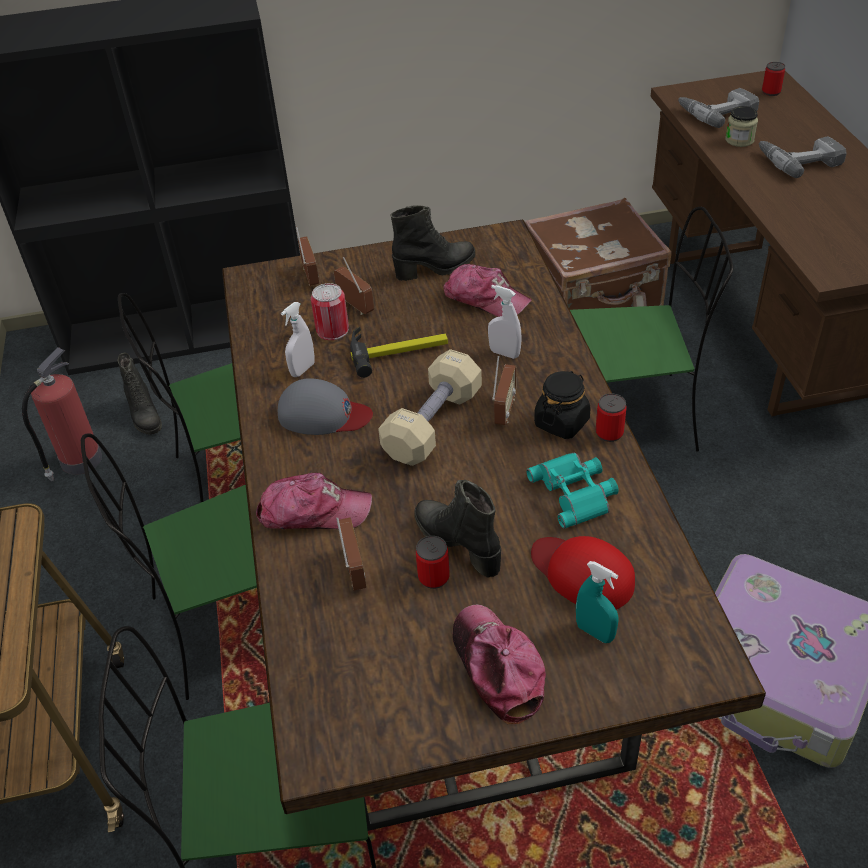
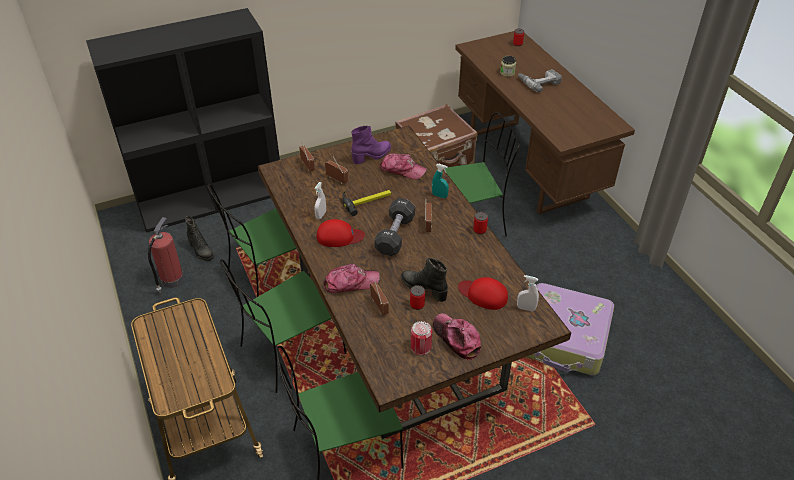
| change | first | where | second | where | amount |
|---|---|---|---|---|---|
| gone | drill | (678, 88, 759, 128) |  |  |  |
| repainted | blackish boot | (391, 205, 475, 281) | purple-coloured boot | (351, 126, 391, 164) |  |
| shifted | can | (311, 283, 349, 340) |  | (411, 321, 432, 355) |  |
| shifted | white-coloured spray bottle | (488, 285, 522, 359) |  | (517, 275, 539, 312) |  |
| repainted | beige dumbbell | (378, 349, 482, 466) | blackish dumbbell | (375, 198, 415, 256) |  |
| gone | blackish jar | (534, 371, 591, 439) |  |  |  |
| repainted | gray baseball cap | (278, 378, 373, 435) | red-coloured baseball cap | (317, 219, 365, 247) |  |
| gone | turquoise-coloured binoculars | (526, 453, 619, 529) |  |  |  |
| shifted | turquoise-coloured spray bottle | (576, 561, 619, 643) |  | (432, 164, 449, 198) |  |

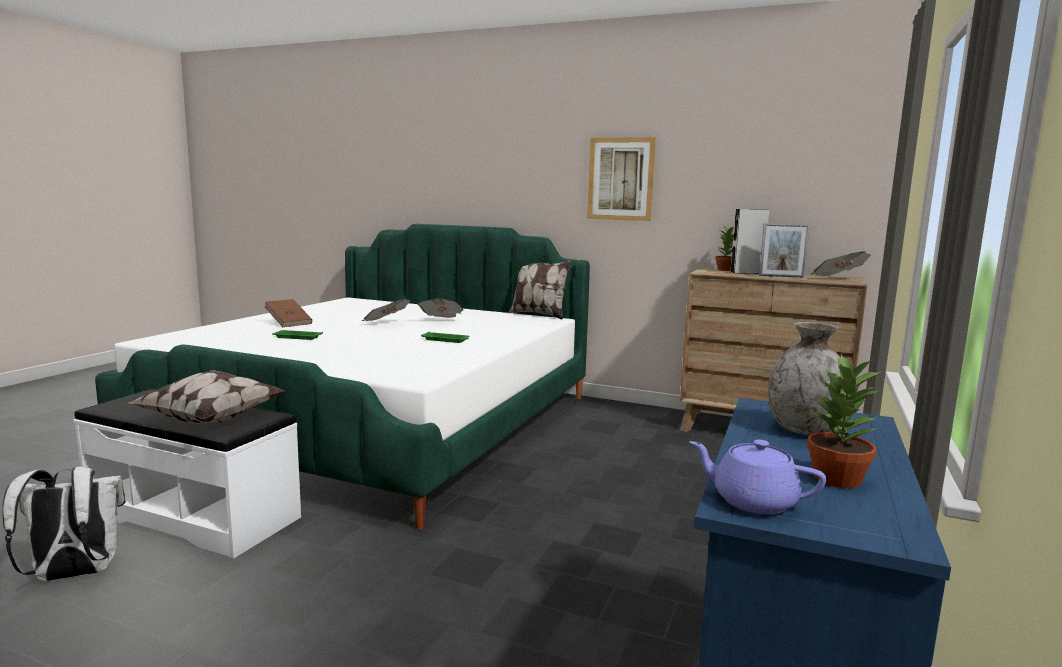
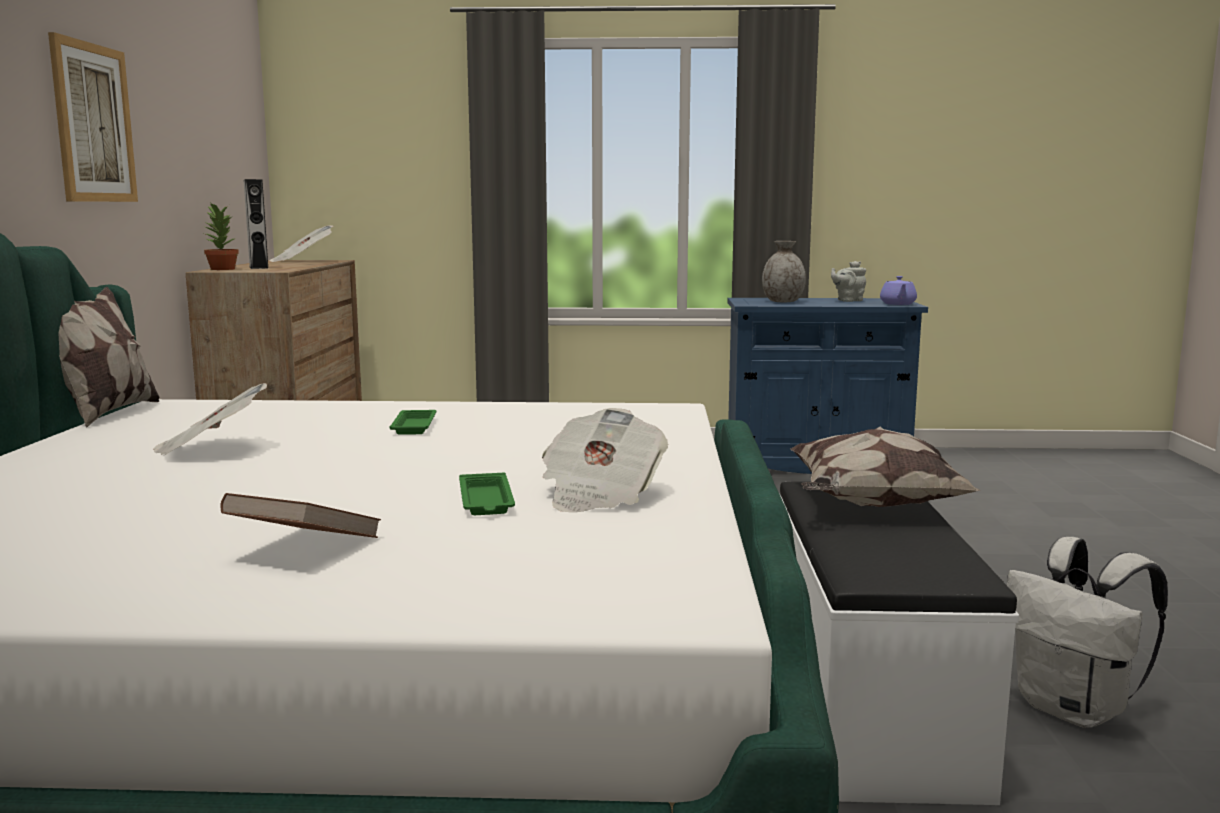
| change | first | where | second | where | amount |
|---|---|---|---|---|---|
| gone | photo frame | (759, 223, 810, 278) |  |  |  |
| shifted | printed paper | (362, 299, 410, 321) |  | (542, 408, 668, 513) |  |
| swapped | potted plant | (807, 354, 881, 488) | gray teapot | (831, 261, 866, 302) |  |

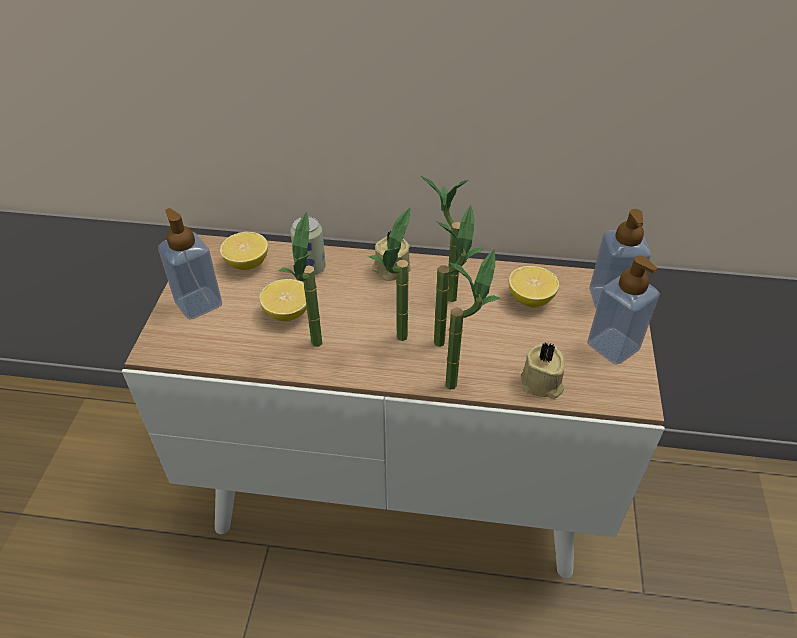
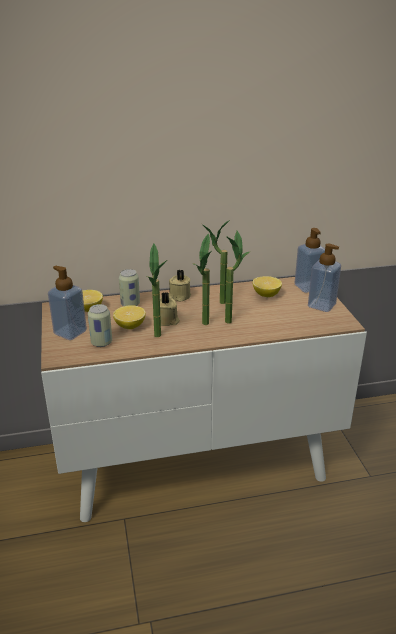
| change | first | where | second | where | amount |
|---|---|---|---|---|---|
| gone | potted plant | (445, 249, 500, 390) |  |  |  |
| shifted | beige wax candle | (521, 342, 565, 399) |  | (160, 292, 180, 326) |  |
| new |  |  | can | (88, 304, 112, 347) |  |

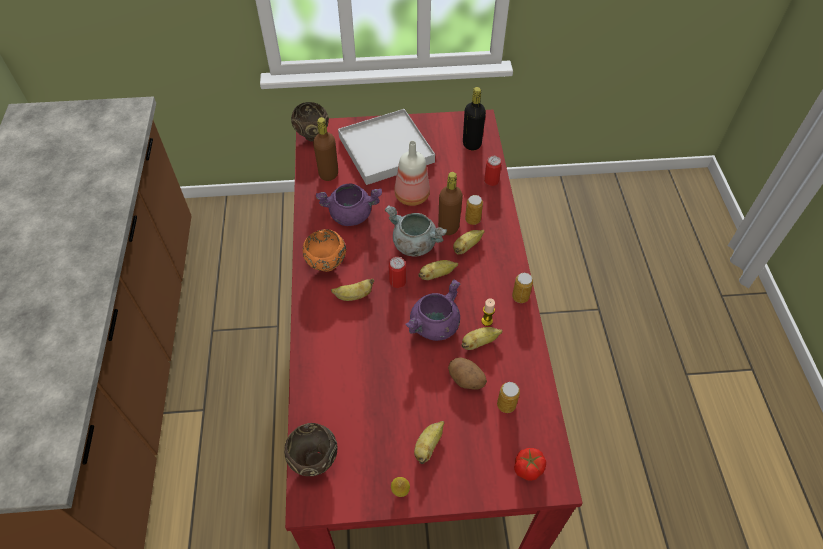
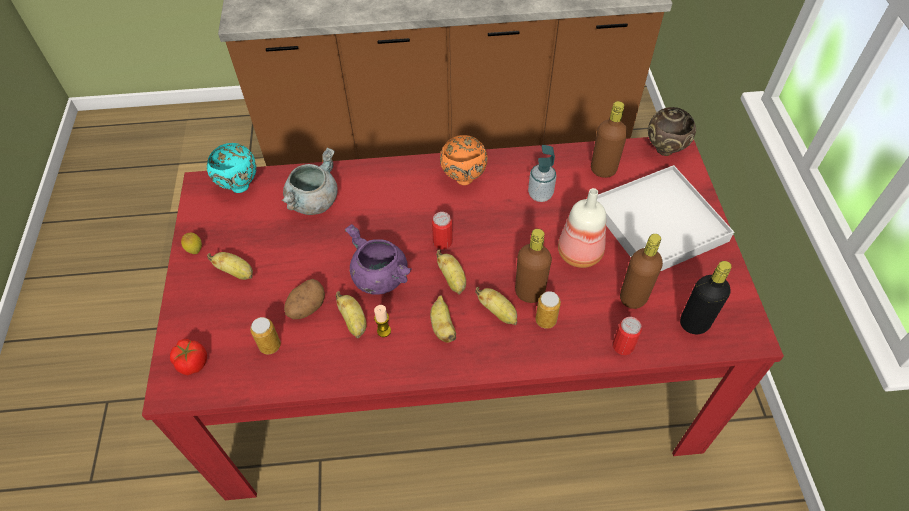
| change | first | where | second | where | amount |
|---|---|---|---|---|---|
| swapped | purple-coloured saucepot | (316, 184, 382, 226) | soap bottle | (528, 145, 556, 202) |  |
| shifted | gray saucepot | (385, 205, 447, 257) |  | (282, 148, 338, 215) |  |
| gone | can | (512, 273, 533, 303) |  |  |  |
| shifted | whole banana | (331, 279, 374, 301) |  | (430, 295, 456, 342) |  |
| repainted | brownish bowl | (284, 423, 338, 476) | turquoise-coloured bowl | (207, 143, 257, 193) |  |
| new |  |  | brownish drink bottle | (620, 234, 663, 309) |  |

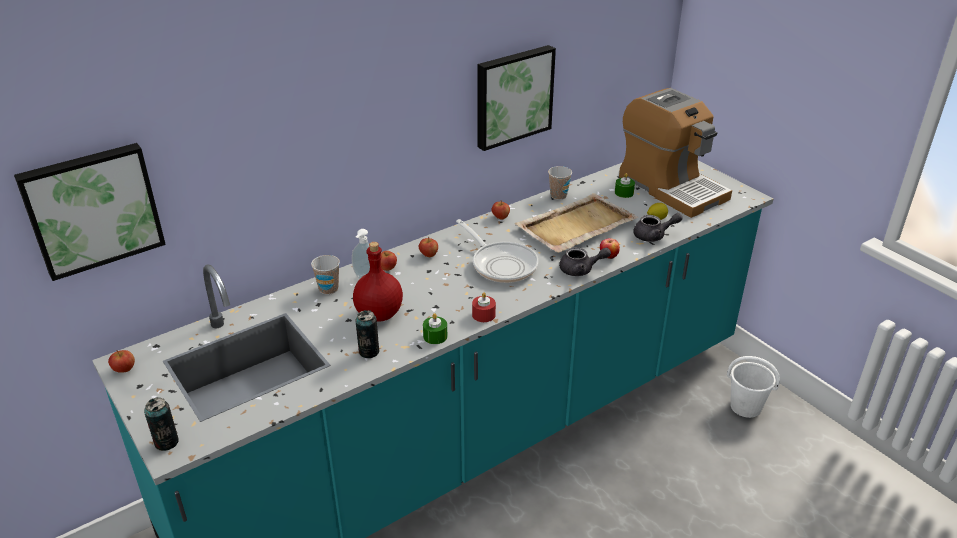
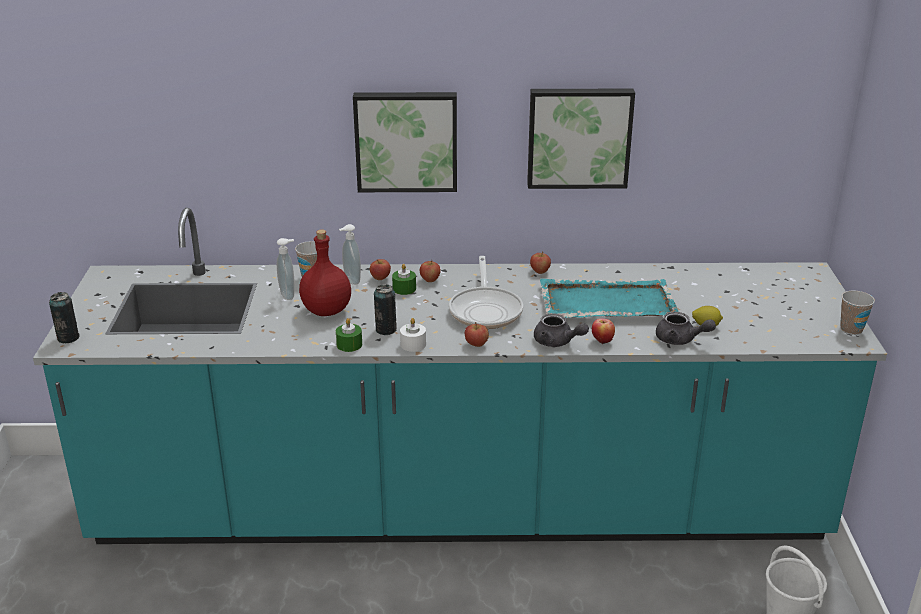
| change | first | where | second | where | amount |
|---|---|---|---|---|---|
| gone | coffee maker | (619, 88, 732, 218) |  |  |  |
| shifted | picture | (14, 143, 166, 281) |  | (353, 92, 457, 192) |  |
| shifted | small cup | (548, 166, 572, 200) |  | (840, 291, 875, 335) |  |
| shifted | green wax candle | (615, 173, 635, 198) |  | (392, 264, 416, 295) |  |
| repainted | beige serving tray | (515, 193, 638, 253) | turquoise-coloured serving tray | (540, 279, 679, 318) |  |
| repainted | red-coloured wax candle | (472, 292, 496, 322) | white-coloured wax candle | (400, 318, 426, 352) |  |
| shifted | can | (355, 310, 380, 358) |  | (374, 285, 397, 335) |  |
| shifted | whole apple | (108, 350, 135, 373) |  | (465, 322, 489, 347) |  |
| new |  |  | soap bottle | (277, 238, 294, 300) |  |

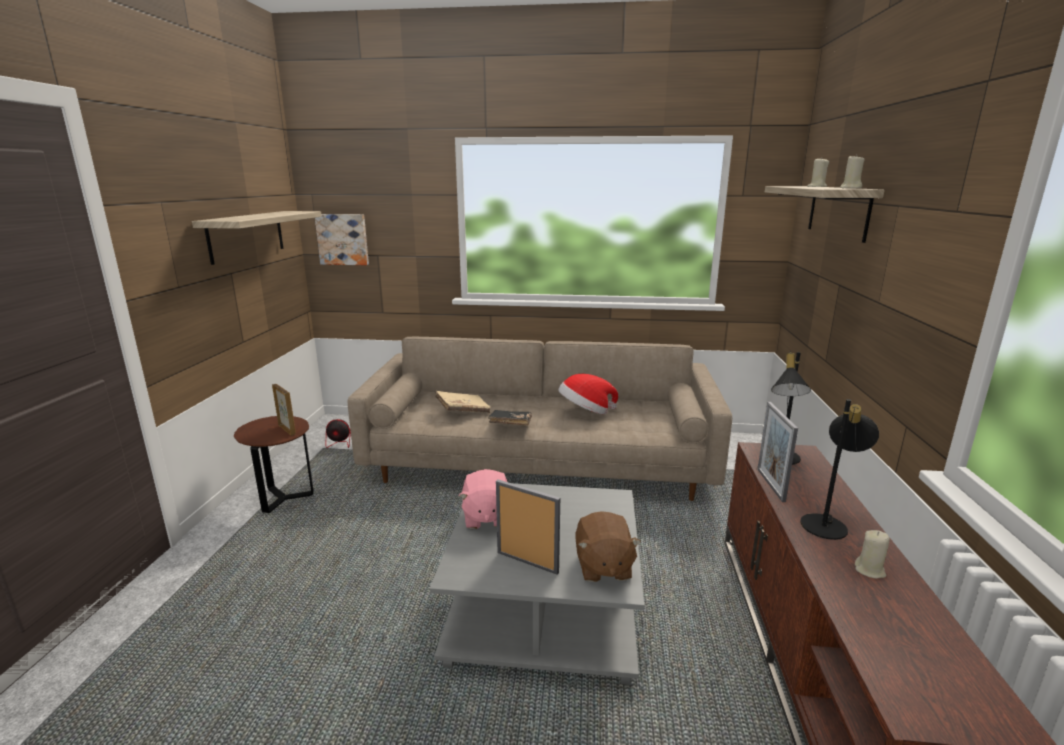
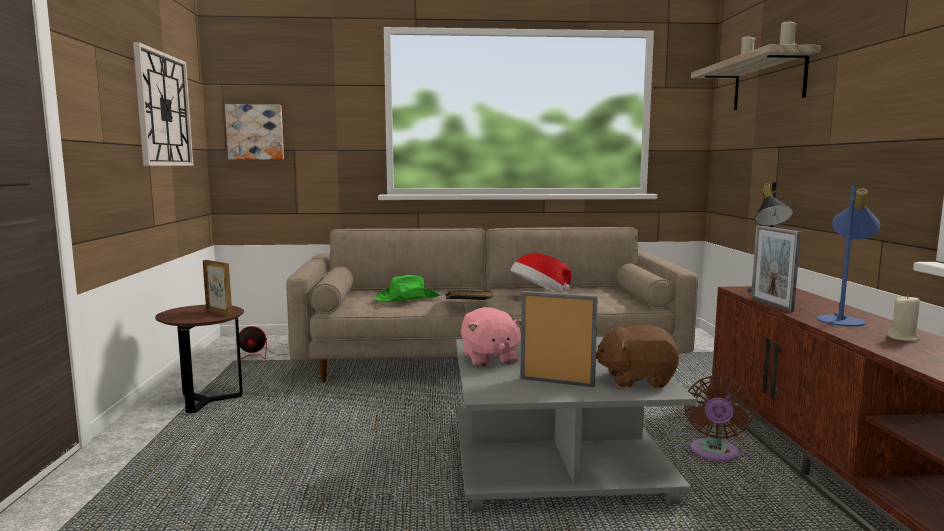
| change | first | where | second | where | amount |
|---|---|---|---|---|---|
| swapped | bracket shelf | (192, 211, 322, 265) | wall clock | (133, 42, 193, 166) |  |
| swapped | beige volume | (435, 391, 491, 413) | green hat | (374, 275, 440, 302) |  |
| repainted | blackish tabletop lamp | (800, 399, 879, 540) | bluish tabletop lamp | (817, 186, 881, 327) |  |
| rotated | brownish cuddly toy | (575, 511, 641, 582) |  | (596, 325, 679, 388) | 105 degrees clockwise |
| new |  |  | brownish fan | (685, 376, 754, 461) |  |

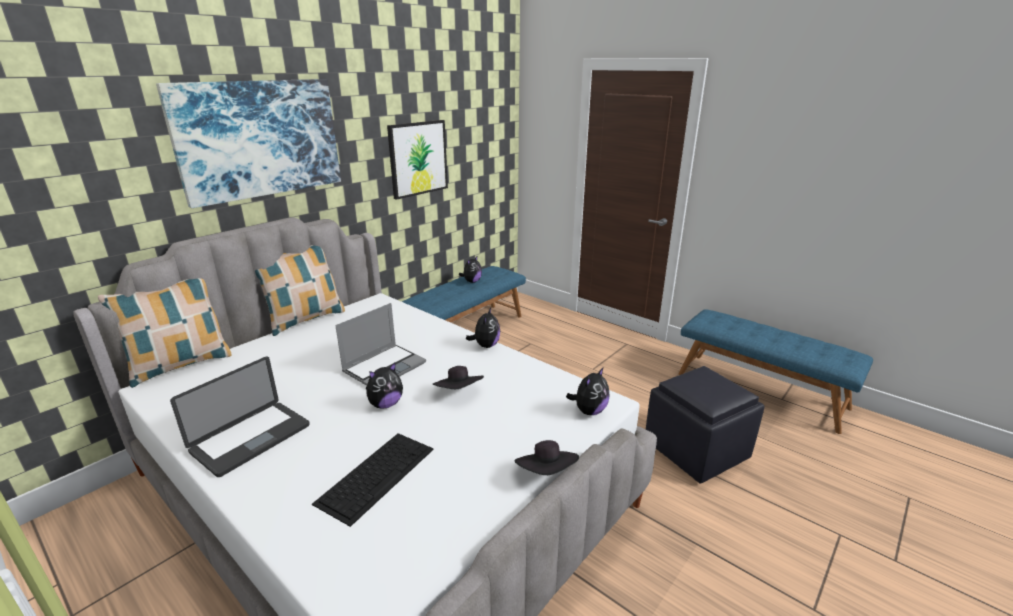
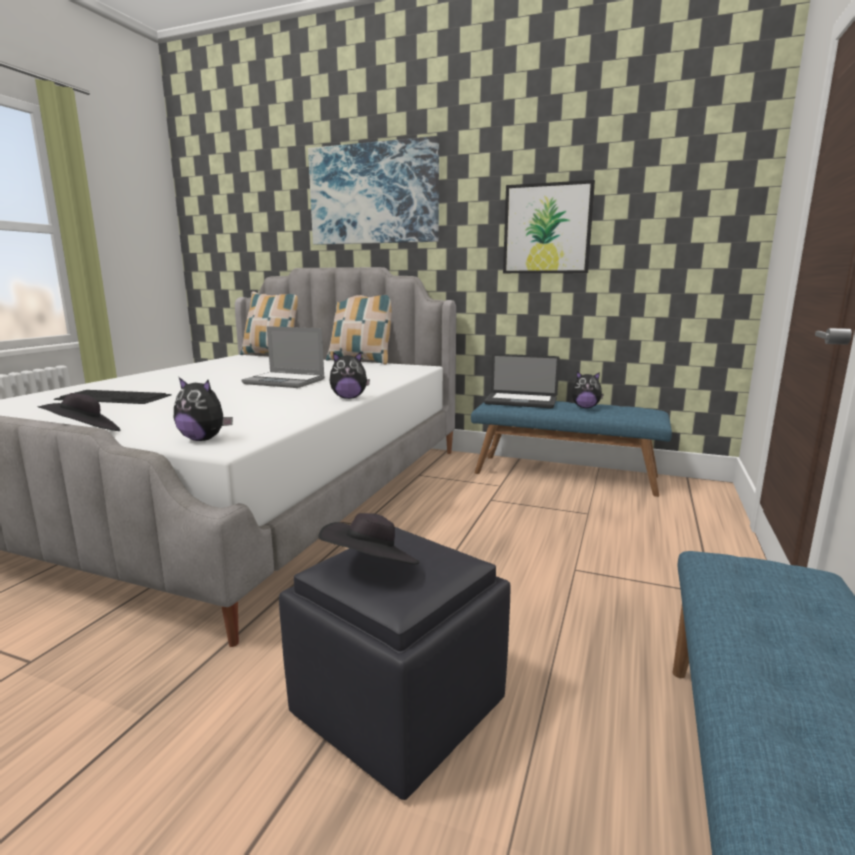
| change | first | where | second | where | amount |
|---|---|---|---|---|---|
| shifted | notebook computer | (170, 356, 310, 477) |  | (484, 354, 560, 408) |  |
| gone | cuddly toy | (366, 363, 403, 408) |  |  |  |
| shifted | blackish hat | (432, 366, 484, 389) |  | (319, 513, 420, 565) |  |

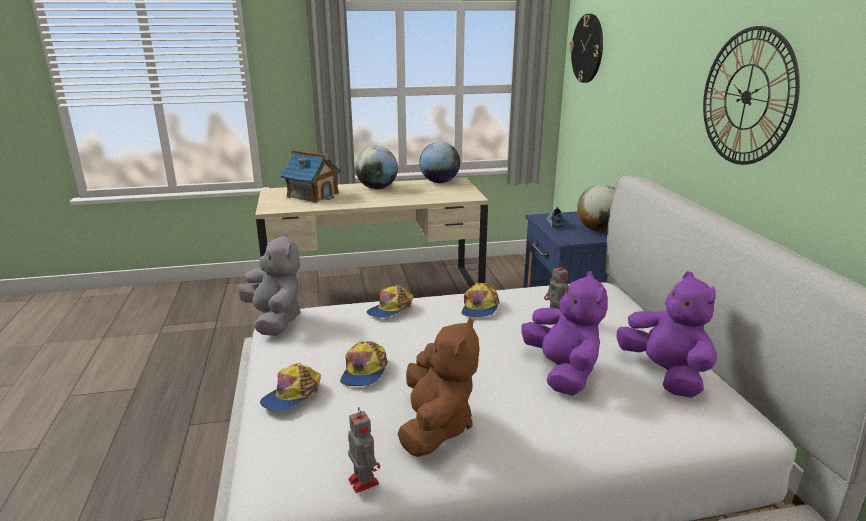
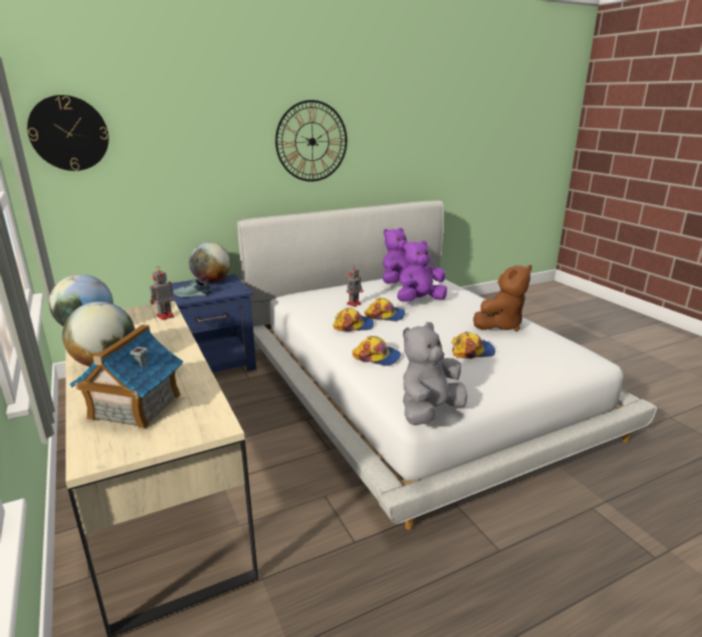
| change | first | where | second | where | amount |
|---|---|---|---|---|---|
| rotated | brownish cuddly toy | (397, 317, 479, 457) |  | (473, 265, 532, 332) | 150 degrees clockwise |
| shifted | baseball cap | (260, 363, 321, 411) |  | (365, 298, 405, 321) |  |
| shifted | toy robot | (348, 407, 380, 493) |  | (150, 266, 174, 320) |  |

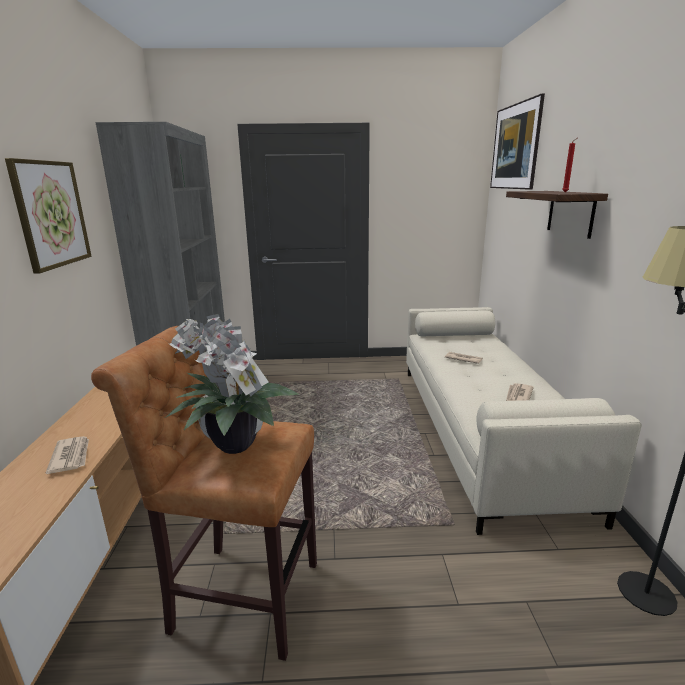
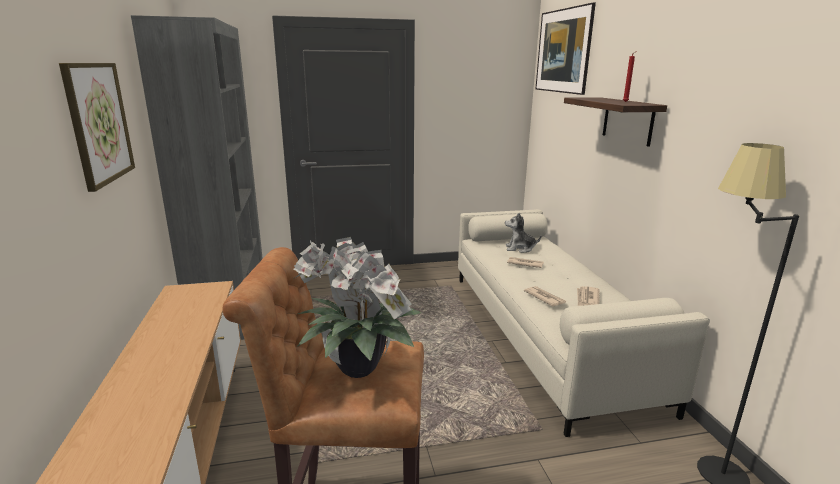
| change | first | where | second | where | amount |
|---|---|---|---|---|---|
| shifted | printed paper | (46, 436, 89, 474) |  | (524, 286, 566, 307) |  |
| new |  |  | cuddly toy | (505, 212, 542, 253) |  |

